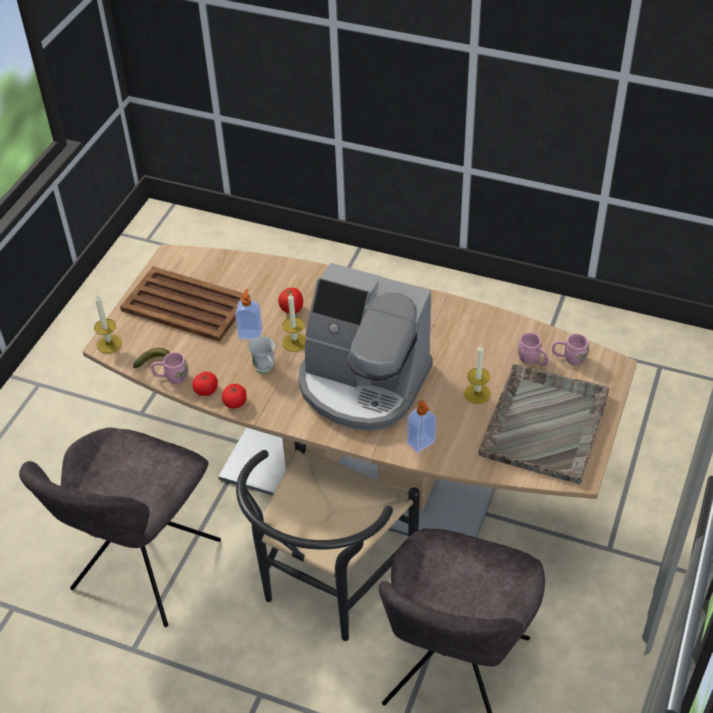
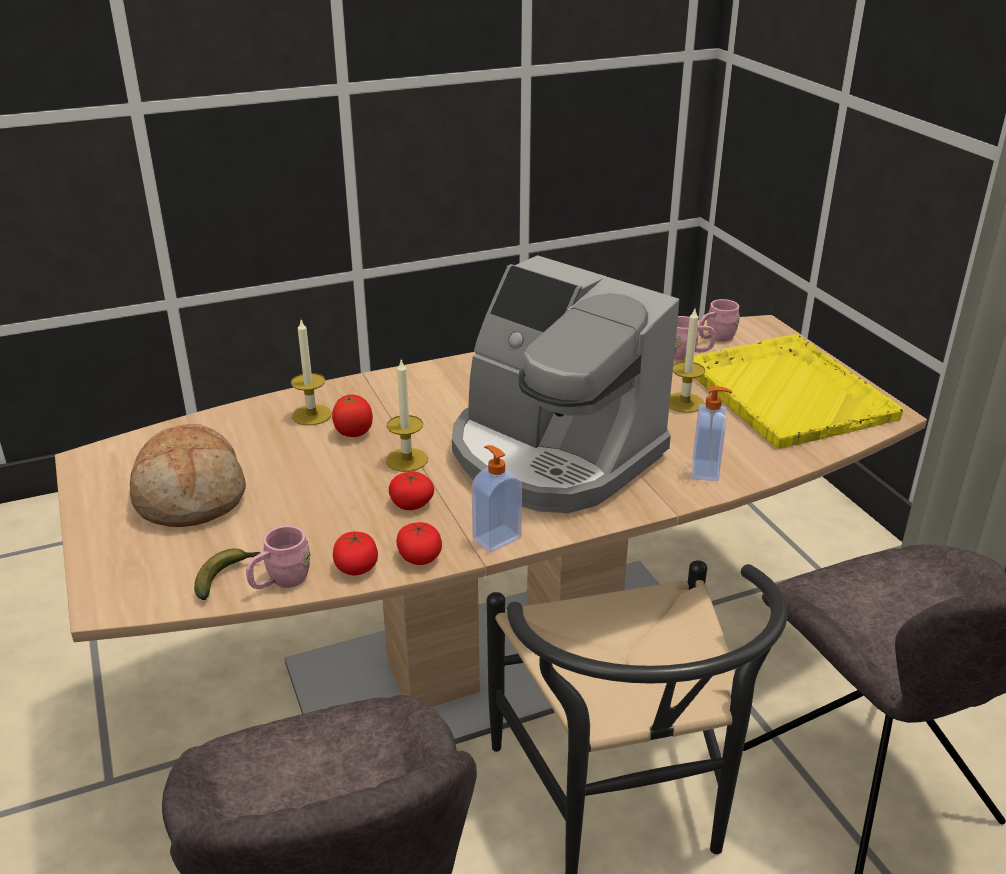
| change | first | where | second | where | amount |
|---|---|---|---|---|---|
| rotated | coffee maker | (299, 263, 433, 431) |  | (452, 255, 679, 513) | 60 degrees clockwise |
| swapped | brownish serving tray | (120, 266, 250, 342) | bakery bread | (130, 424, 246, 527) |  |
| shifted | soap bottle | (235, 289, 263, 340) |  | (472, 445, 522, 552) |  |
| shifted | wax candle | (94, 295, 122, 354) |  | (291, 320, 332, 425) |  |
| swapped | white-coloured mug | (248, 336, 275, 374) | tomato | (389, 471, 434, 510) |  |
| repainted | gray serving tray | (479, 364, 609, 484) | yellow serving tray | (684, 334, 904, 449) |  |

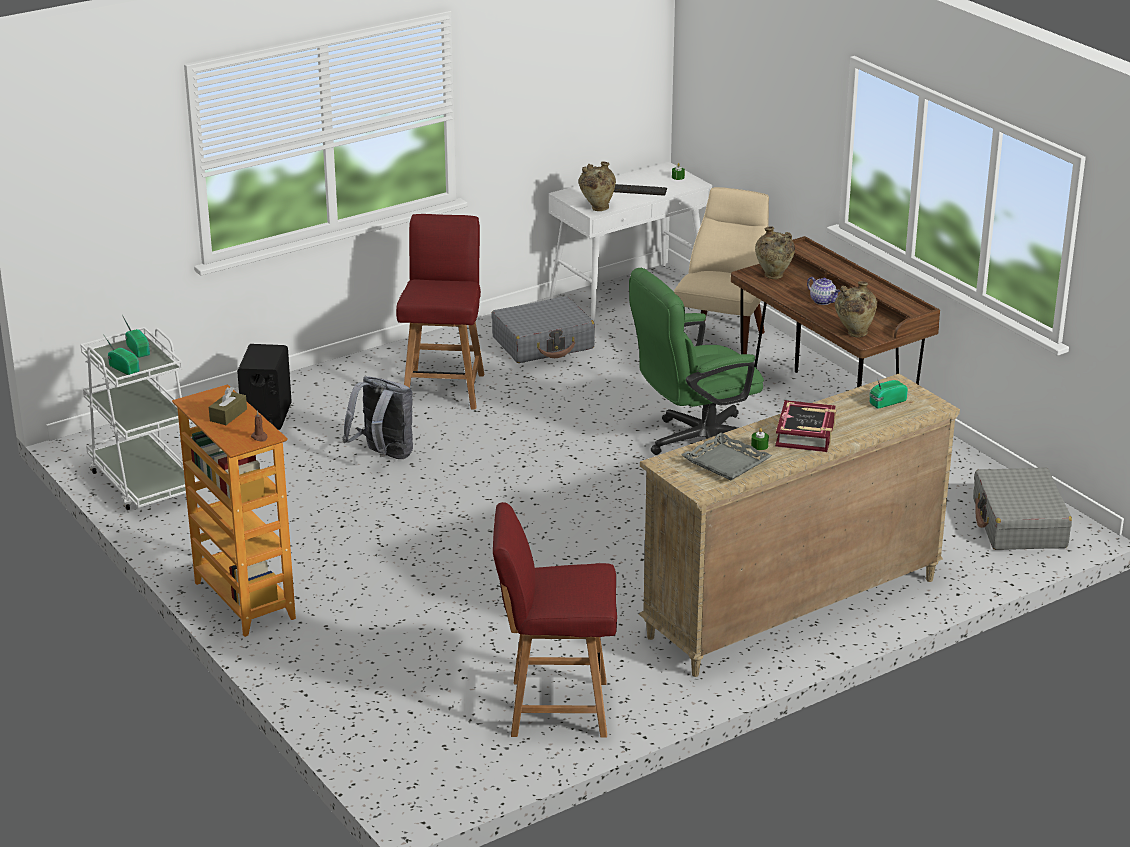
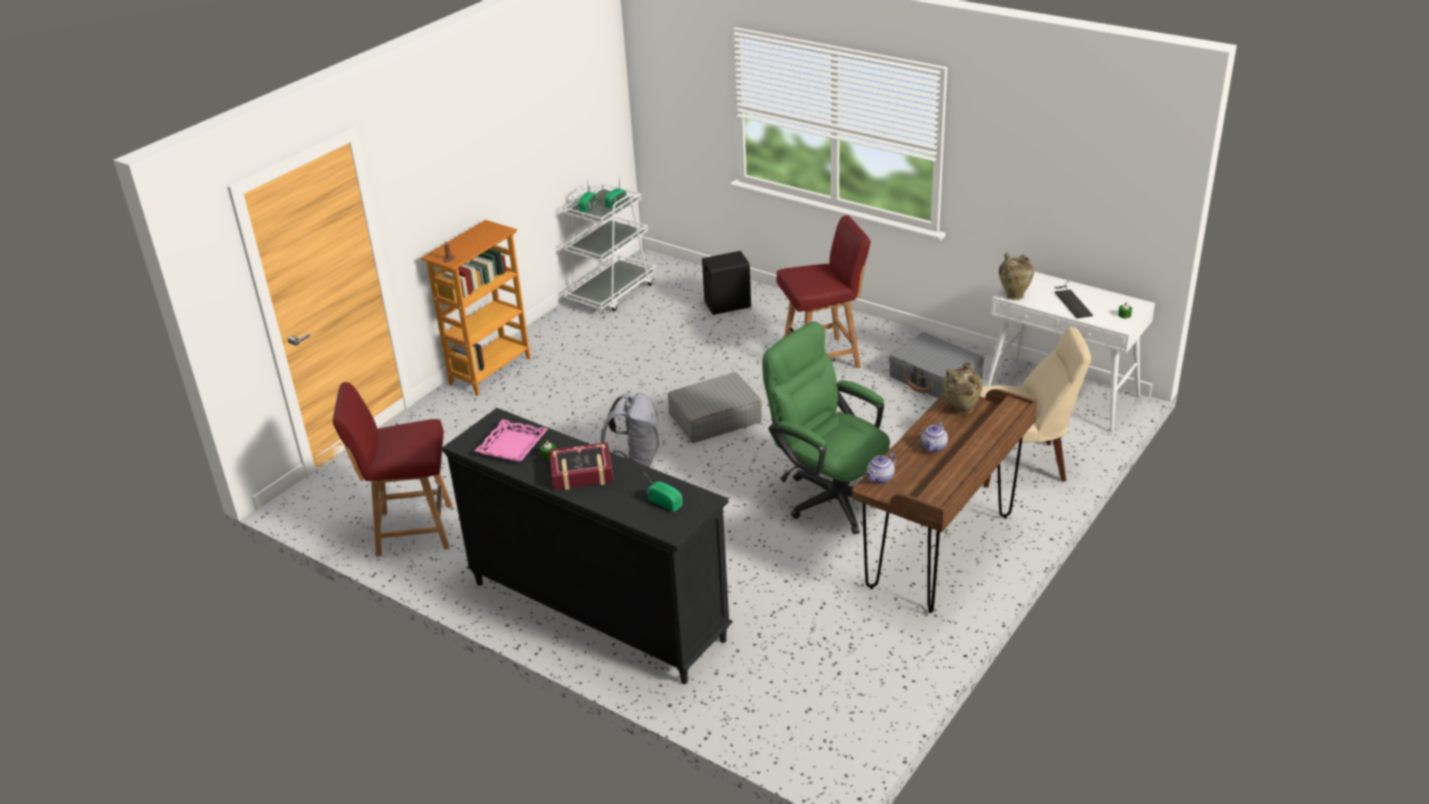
| change | first | where | second | where | amount |
|---|---|---|---|---|---|
| swapped | beige decorative vase | (835, 281, 877, 337) | teapot | (865, 453, 897, 484) |  |
| repainted | beige dresser | (639, 374, 960, 677) | blackish dresser | (442, 408, 733, 684) |  |
| shifted | gray backpack | (342, 376, 413, 459) |  | (601, 393, 659, 467) |  |
| gone | brownish tissue holder | (209, 387, 247, 425) |  |  |  |
| repainted | gray serving tray | (681, 433, 772, 480) | pink-coloured serving tray | (475, 419, 548, 462) |  |
| shifted | gray piece of luggage | (973, 467, 1072, 550) |  | (668, 372, 762, 443) |  |
| rotated | red-coloured plain chair | (493, 502, 617, 738) |  | (333, 382, 452, 557) | 75 degrees counterclockwise |

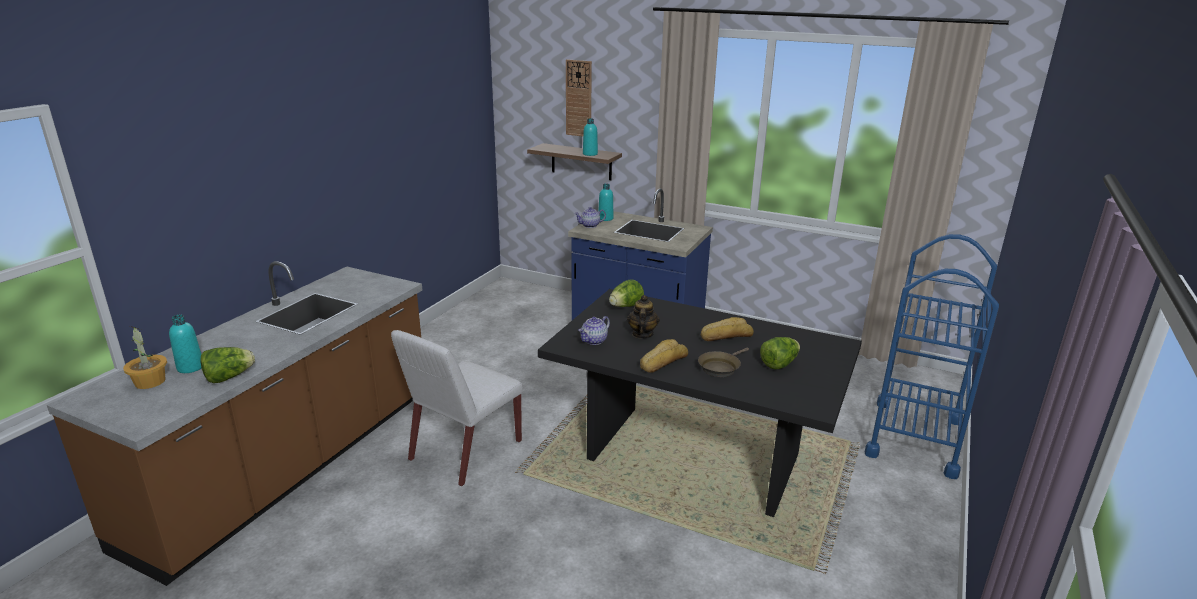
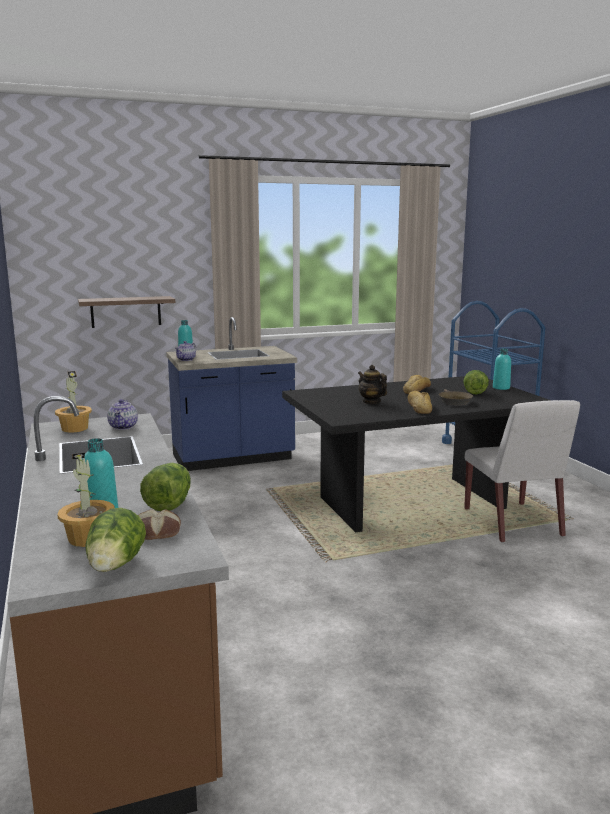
| change | first | where | second | where | amount |
|---|---|---|---|---|---|
| gone | wall clock | (566, 59, 592, 137) |  |  |  |
| shifted | turquoise-coloured drink bottle | (583, 118, 598, 156) |  | (493, 349, 511, 390) |  |
| shifted | lettuce head | (609, 279, 644, 307) |  | (85, 508, 146, 572) |  |
| shifted | teapot | (578, 316, 610, 345) |  | (107, 399, 138, 430) |  |
| shifted | white-coloured plain chair | (391, 330, 523, 486) |  | (464, 400, 580, 543) |  |
| new |  |  | potted plant | (55, 371, 92, 432) |  |
| new |  |  | bakery bread | (138, 509, 181, 540) |  |

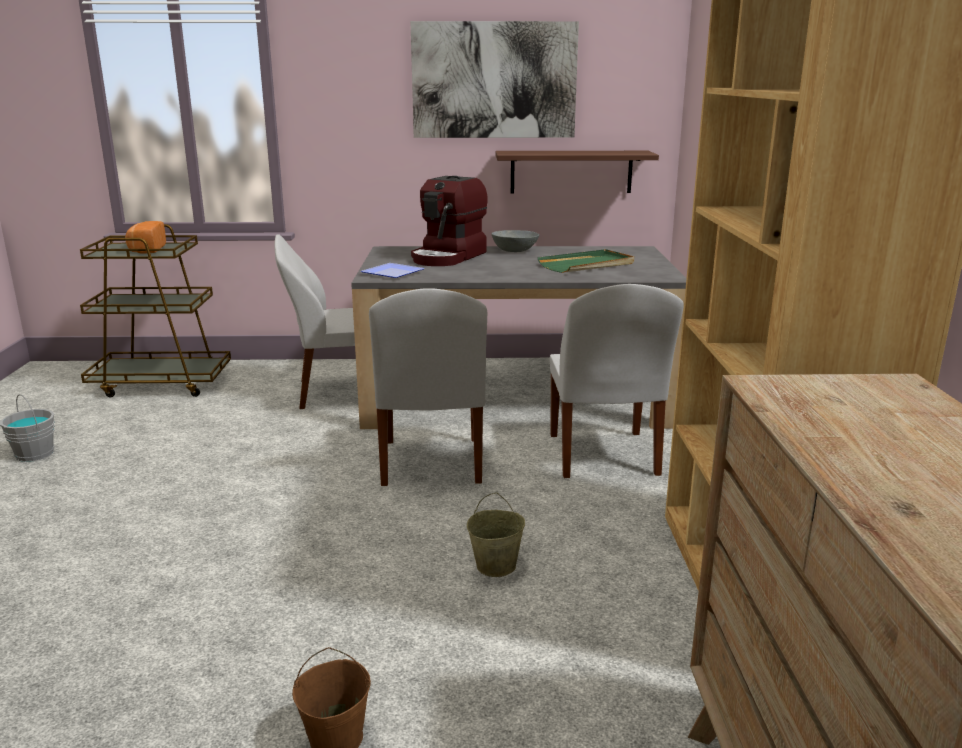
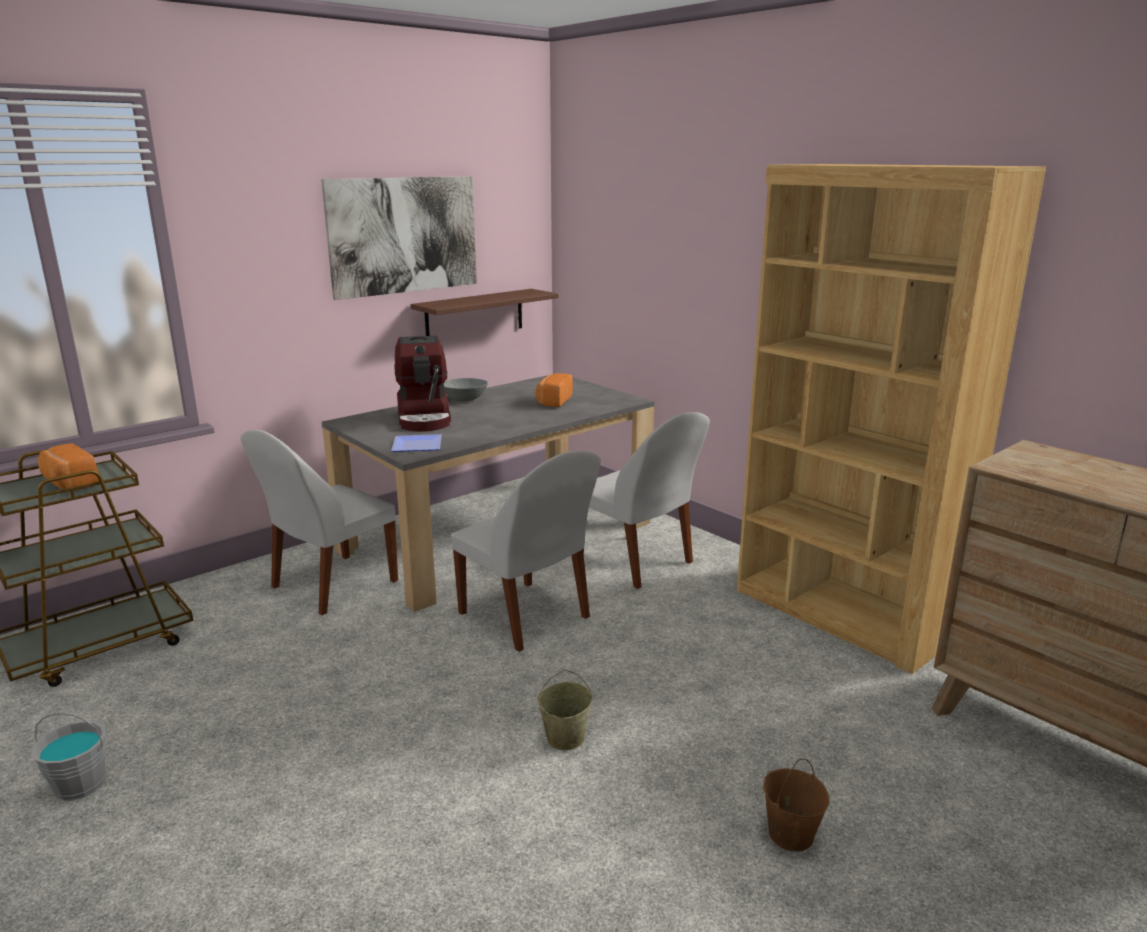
| change | first | where | second | where | amount |
|---|---|---|---|---|---|
| swapped | green serving tray | (537, 249, 634, 273) | bakery bread | (535, 373, 573, 407) |  |
| shifted | beige pail | (467, 492, 525, 577) |  | (538, 670, 593, 750) |  |

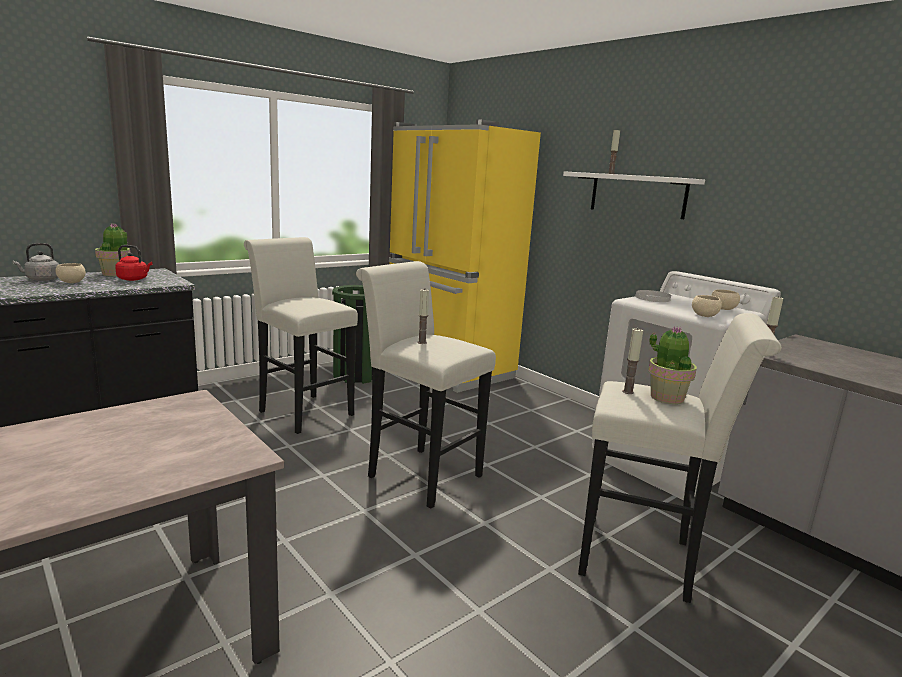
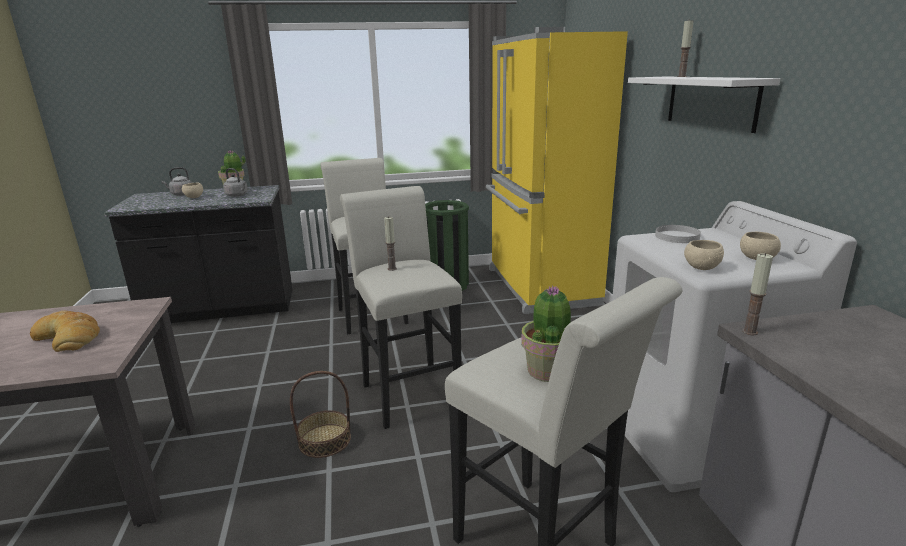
| change | first | where | second | where | amount |
|---|---|---|---|---|---|
| repainted | red-coloured tea kettle | (115, 245, 153, 281) | gray tea kettle | (223, 168, 248, 197) |  |
| gone | wax candle | (622, 329, 643, 394) |  |  |  |
| new |  |  | bakery bread | (30, 311, 100, 352) |  |
| new |  |  | storage basket | (290, 371, 351, 458) |  |

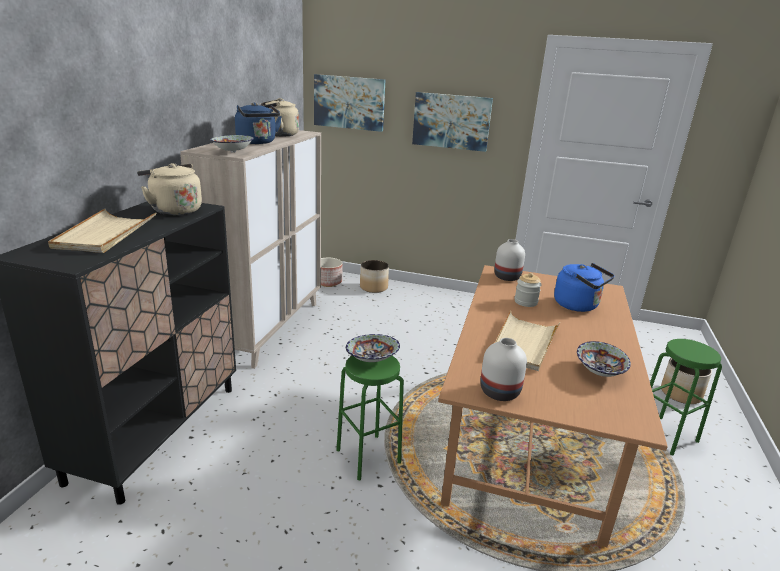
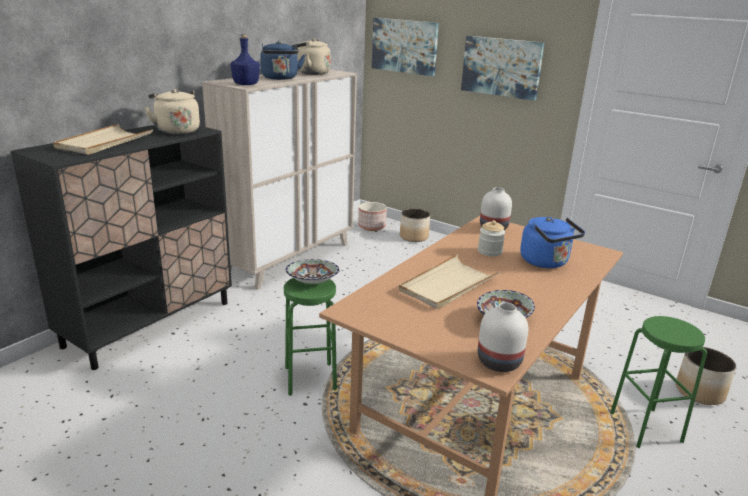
| change | first | where | second | where | amount |
|---|---|---|---|---|---|
| swapped | bowl | (210, 135, 254, 153) | bluish drink bottle | (230, 34, 260, 85) |  |
| shifted | white-coloured decorative vase | (480, 338, 527, 401) |  | (478, 302, 528, 372) |  |

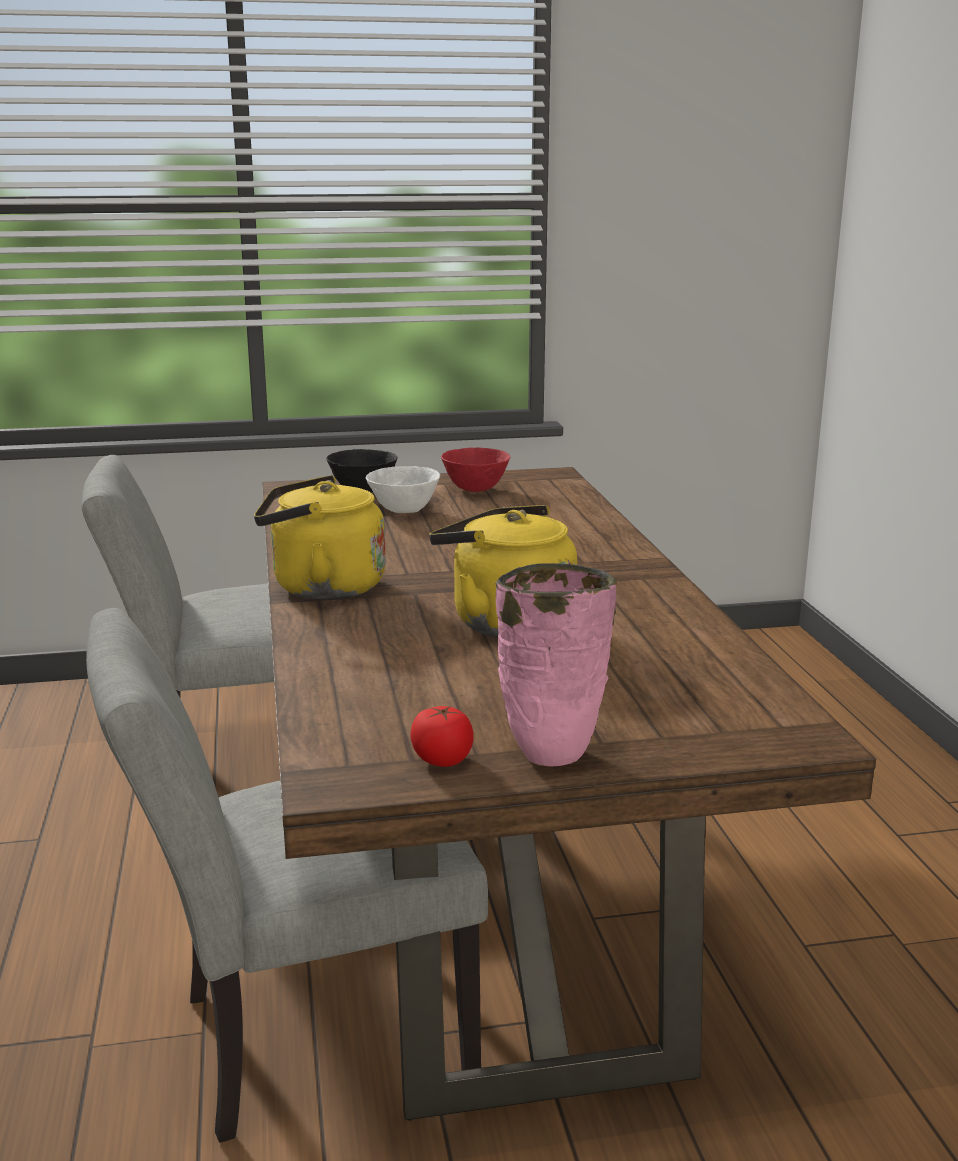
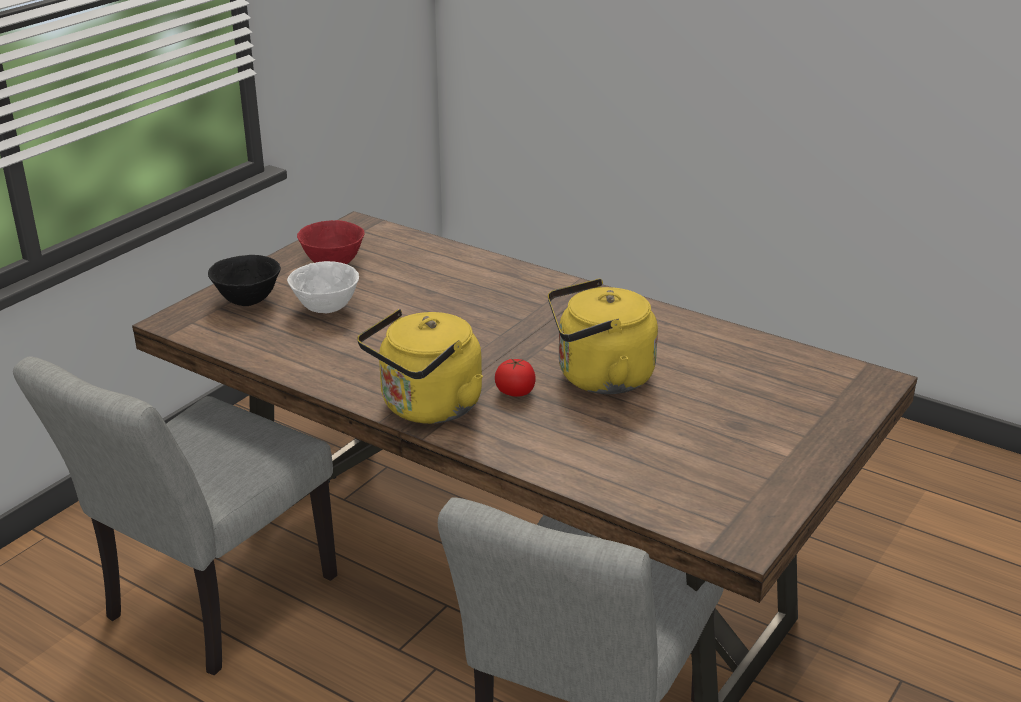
| change | first | where | second | where | amount |
|---|---|---|---|---|---|
| gone | pink-coloured decorative vase | (495, 563, 617, 767) |  |  |  |
| shifted | tomato | (410, 706, 474, 767) |  | (495, 358, 536, 397) |  |

